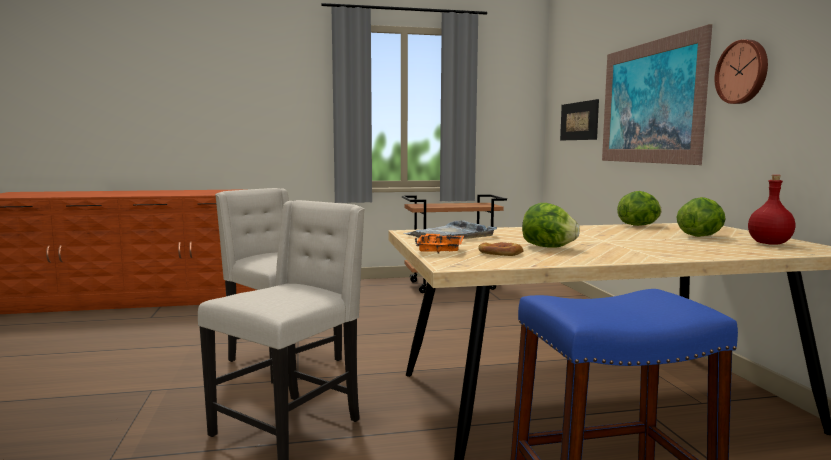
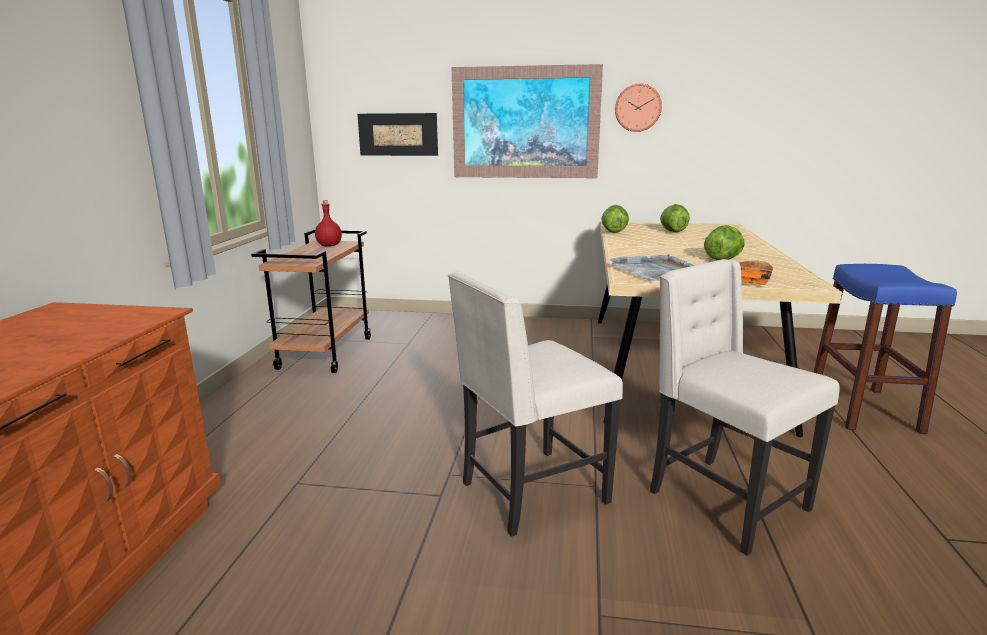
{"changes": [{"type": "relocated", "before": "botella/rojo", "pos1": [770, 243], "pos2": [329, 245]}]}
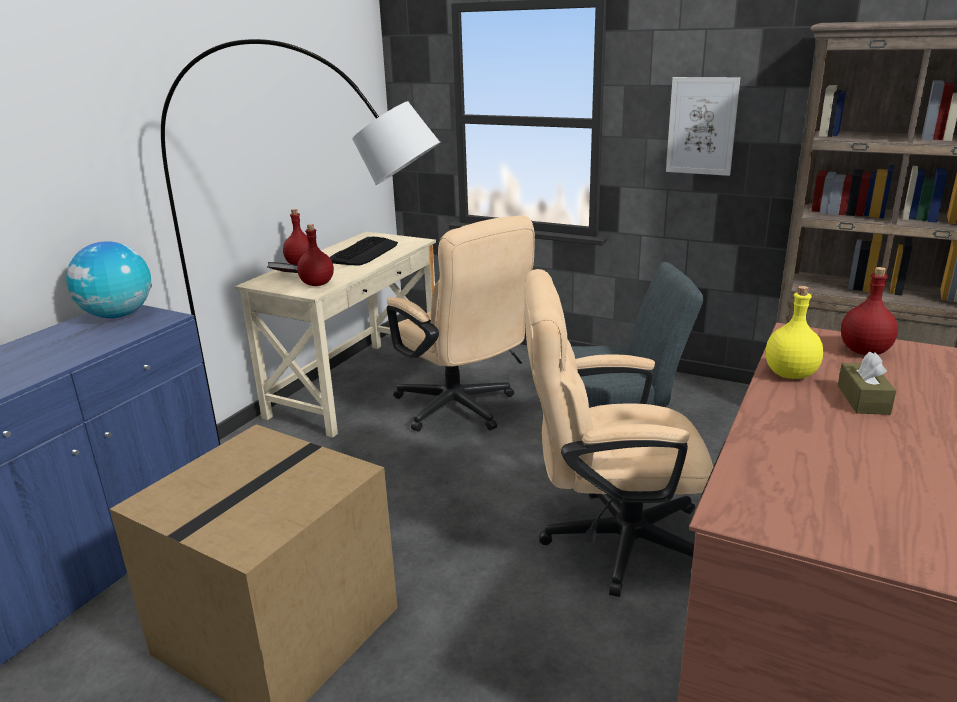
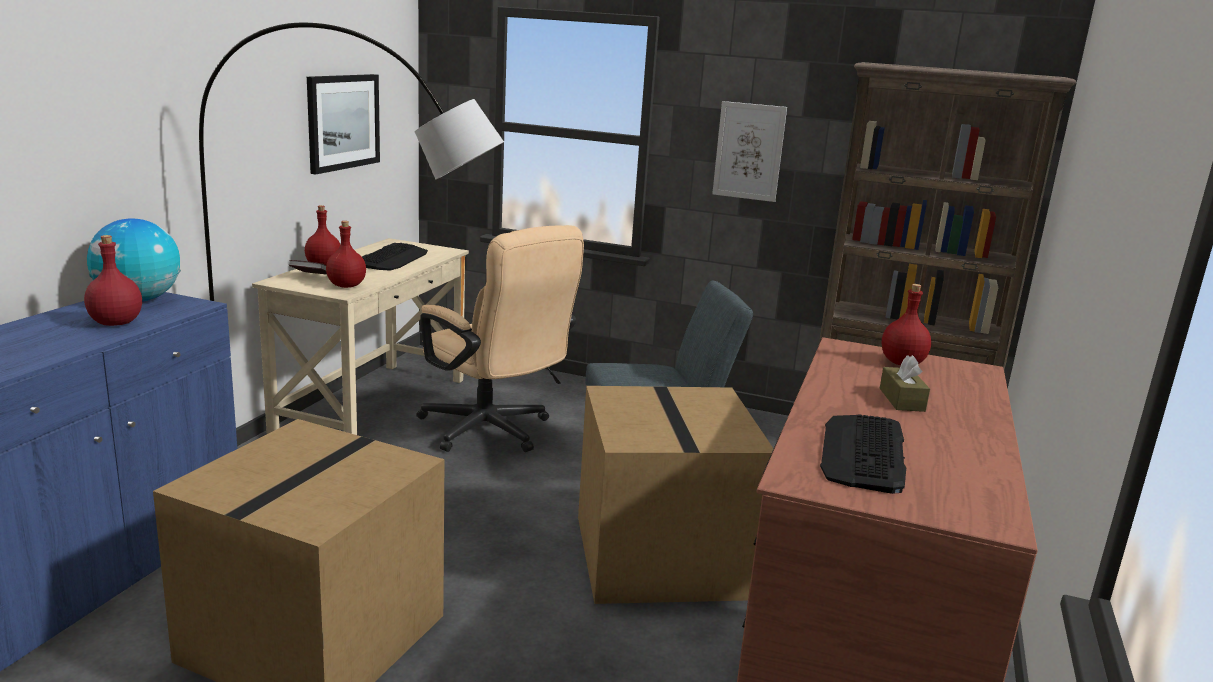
{"changes": [{"type": "exchanged", "before": "silla de oficina/beis", "after": "caja de cartón", "pos1": [610, 541], "pos2": [658, 555]}, {"type": "missing", "before": "botella/amarillo", "pos1": [789, 374]}, {"type": "appeared", "after": "botella/rojo", "pos2": [116, 322]}, {"type": "appeared", "after": "cuadro", "pos2": [343, 122]}, {"type": "appeared", "after": "teclado", "pos2": [863, 453]}]}
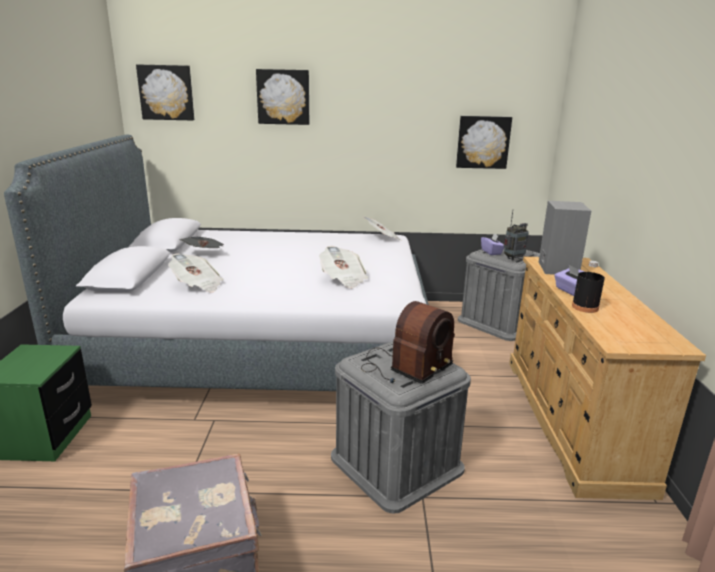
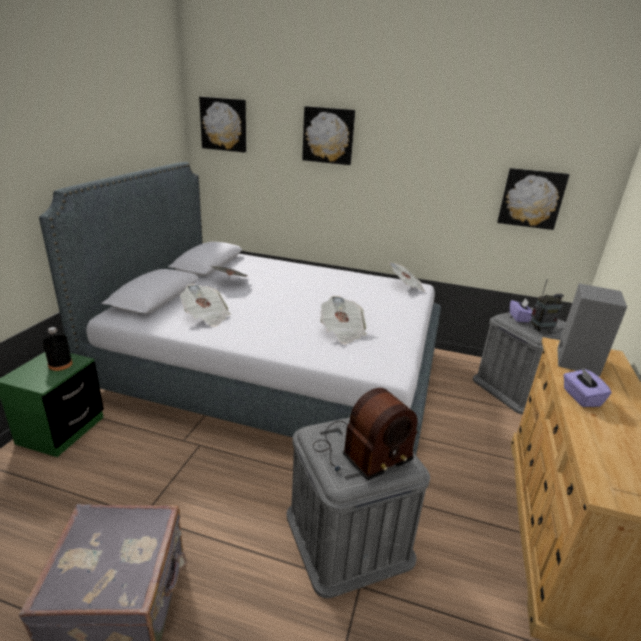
{"changes": [{"type": "relocated", "before": "botella/negro", "pos1": [585, 307], "pos2": [60, 364]}]}
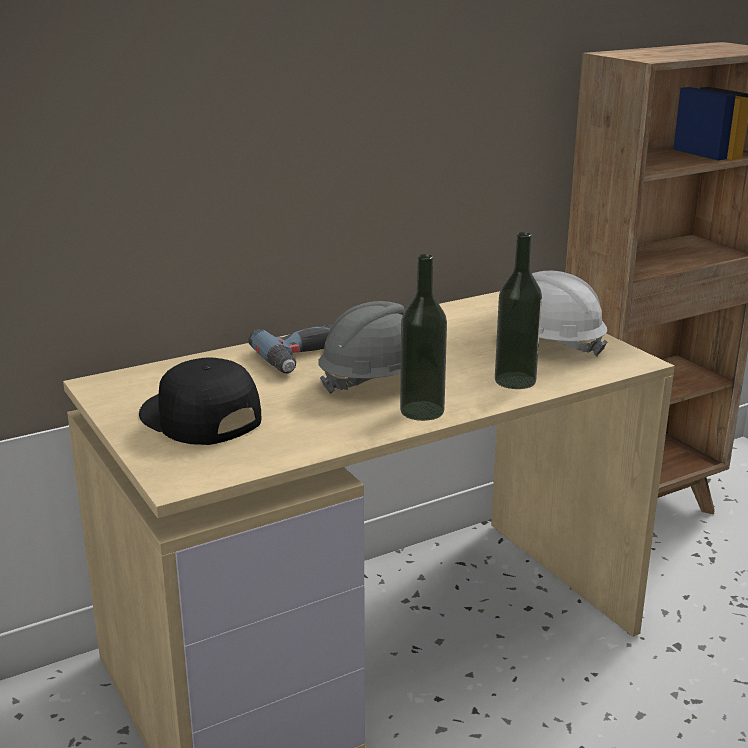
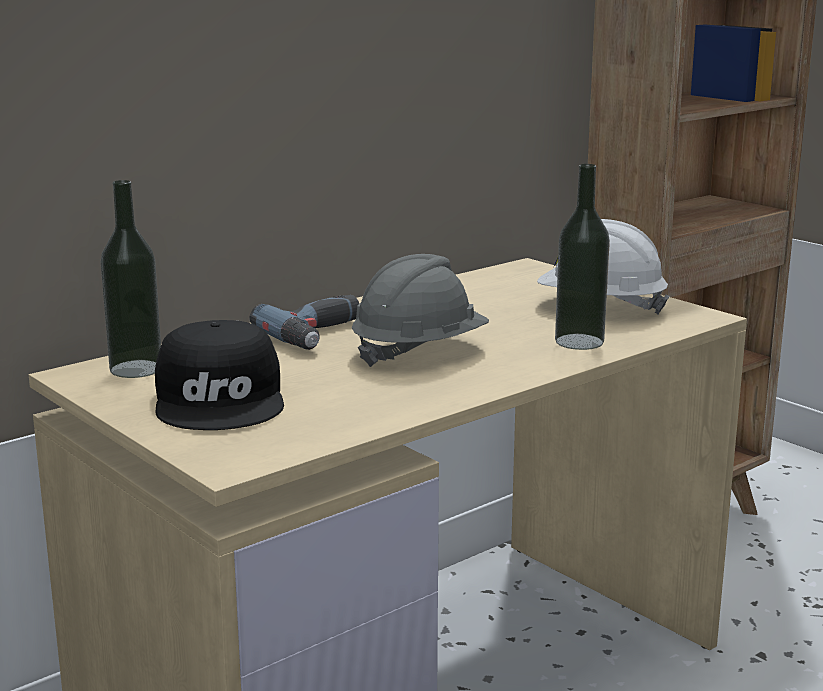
{"changes": [{"type": "spun", "before": "gorra/negro", "pos1": [199, 417], "pos2": [222, 399], "turn": -135}, {"type": "relocated", "before": "botella", "pos1": [422, 411], "pos2": [136, 369]}]}
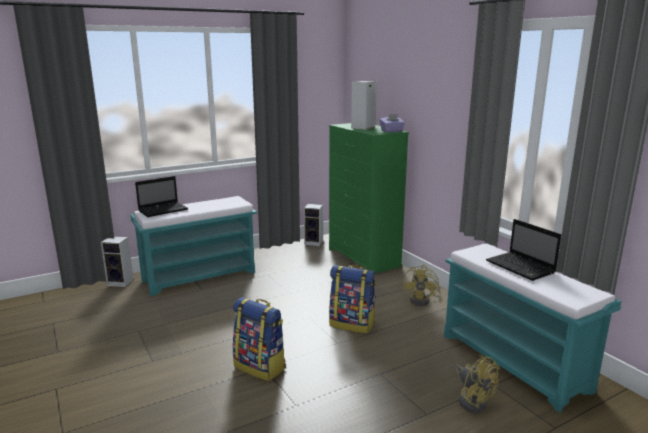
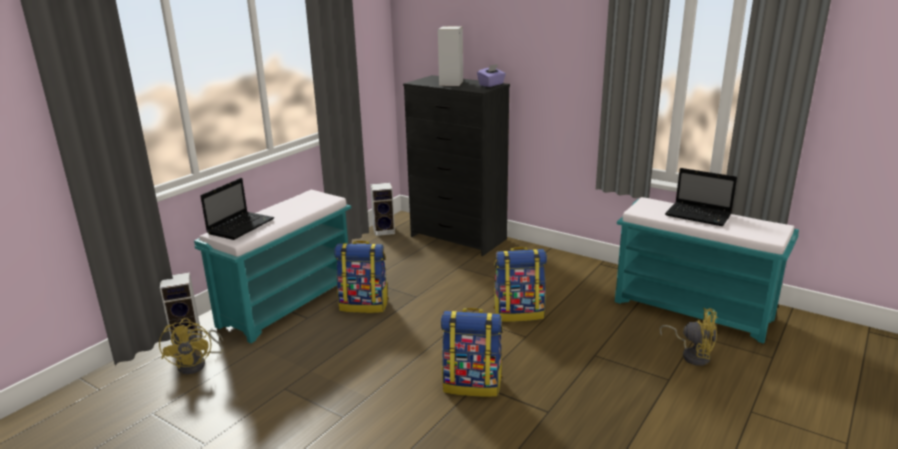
{"changes": [{"type": "colour", "before": "cómoda/verde", "after": "cómoda/negro", "pos1": [364, 258], "pos2": [459, 238]}, {"type": "relocated", "before": "ventilador/amarillo", "pos1": [423, 301], "pos2": [197, 364]}, {"type": "appeared", "after": "mochila", "pos2": [364, 305]}]}
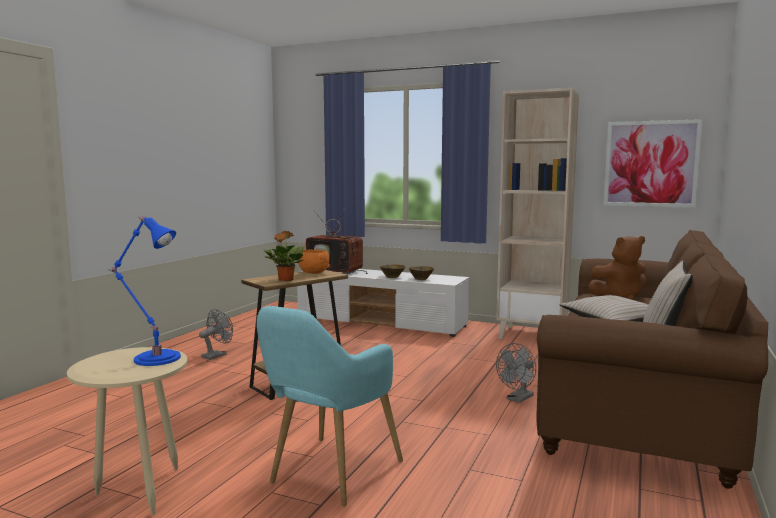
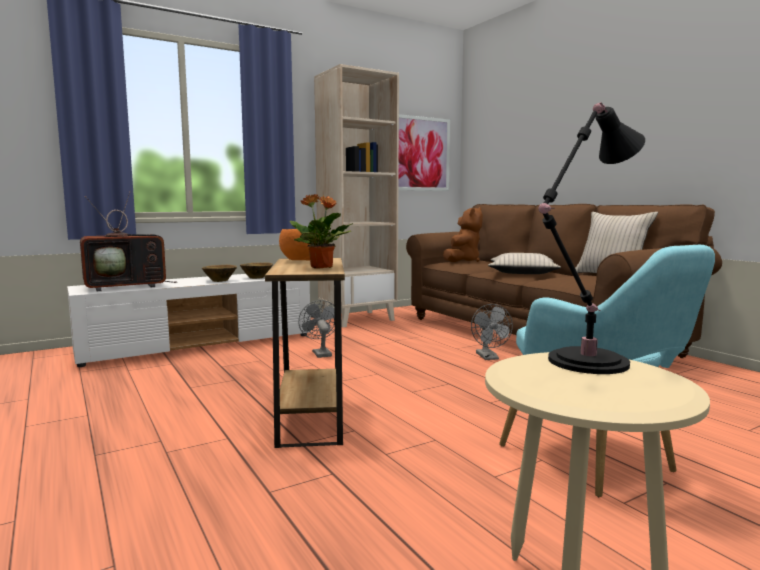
{"changes": [{"type": "colour", "before": "lámpara de mesa/azul", "after": "lámpara de mesa/negro", "pos1": [154, 358], "pos2": [583, 363]}, {"type": "relocated", "before": "ventilador/gris", "pos1": [217, 355], "pos2": [320, 353]}]}
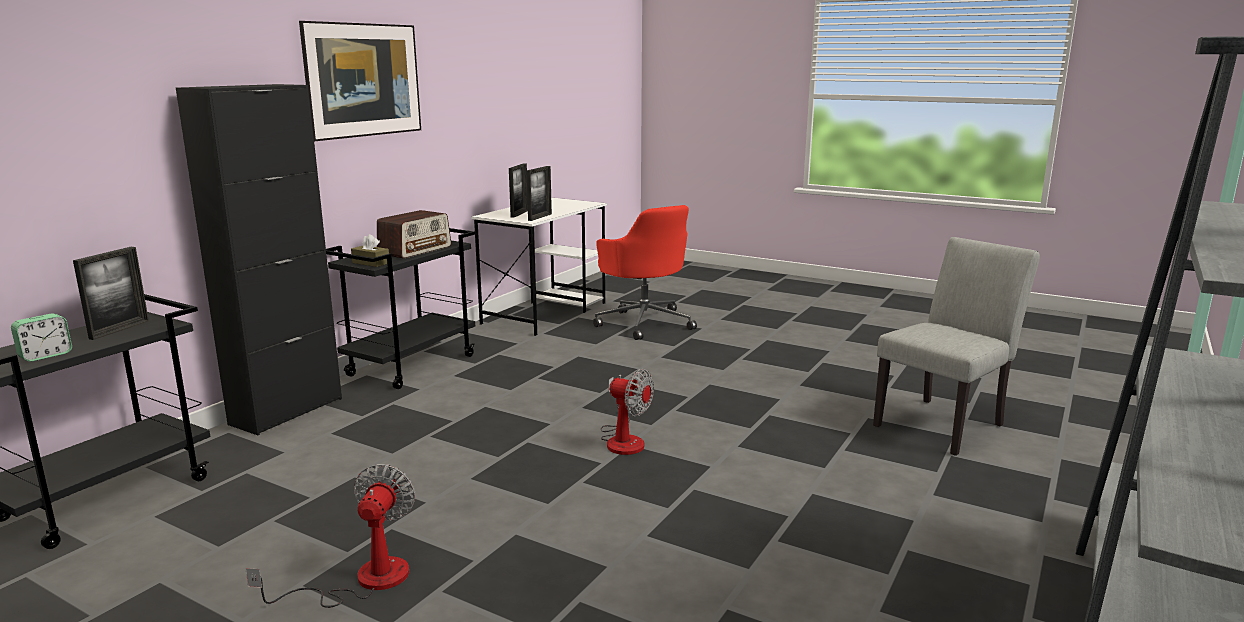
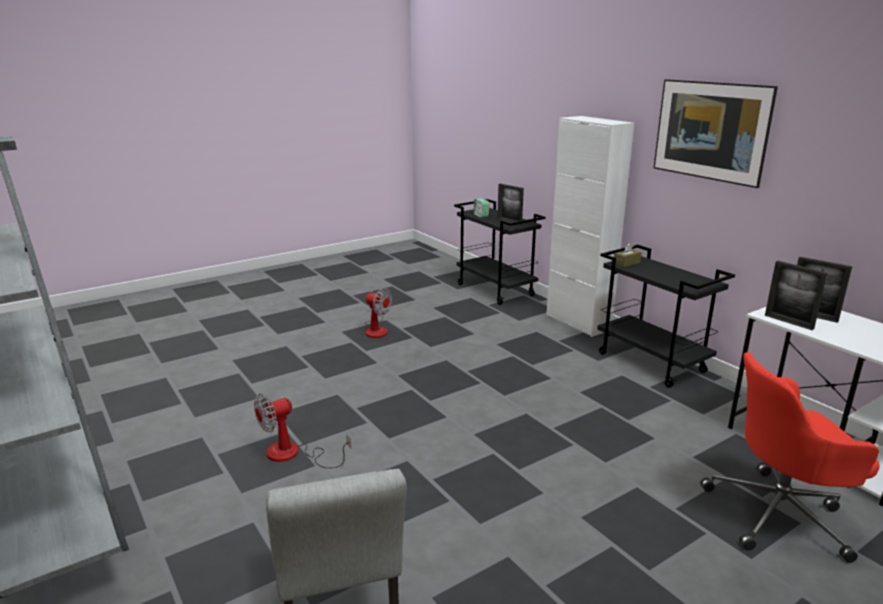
{"changes": [{"type": "colour", "before": "armario/negro", "after": "armario/blanco", "pos1": [286, 411], "pos2": [578, 322]}, {"type": "missing", "before": "radio", "pos1": [415, 250]}, {"type": "relocated", "before": "ventilador", "pos1": [623, 439], "pos2": [293, 454]}]}
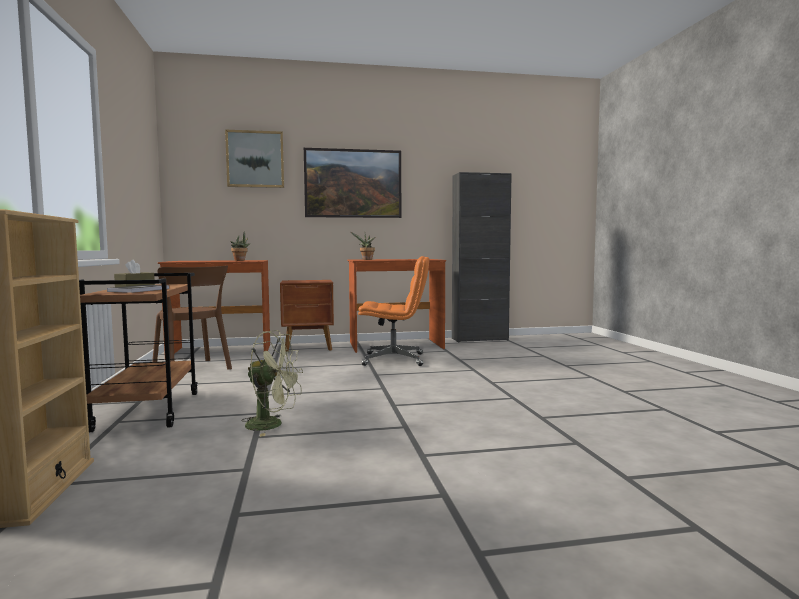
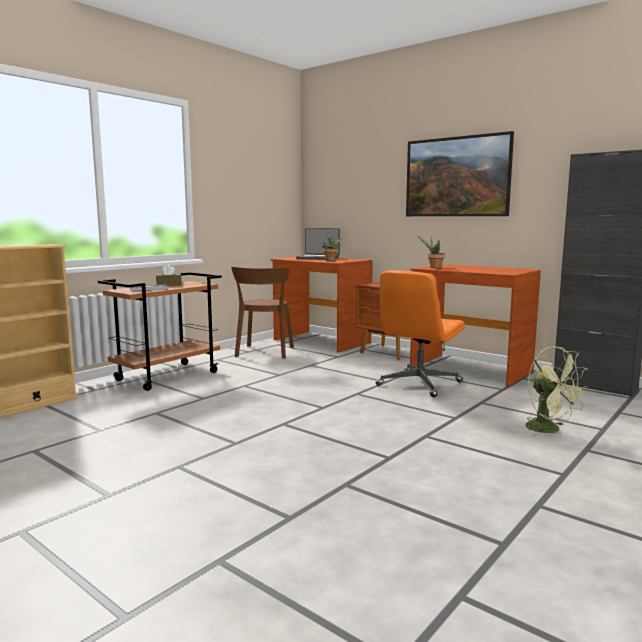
{"changes": [{"type": "missing", "before": "cuadro", "pos1": [255, 159]}, {"type": "relocated", "before": "ventilador/verde", "pos1": [272, 425], "pos2": [549, 430]}, {"type": "spun", "before": "silla de oficina/naranja", "pos1": [394, 359], "pos2": [419, 384], "turn": 75}, {"type": "appeared", "after": "portátil", "pos2": [318, 258]}]}
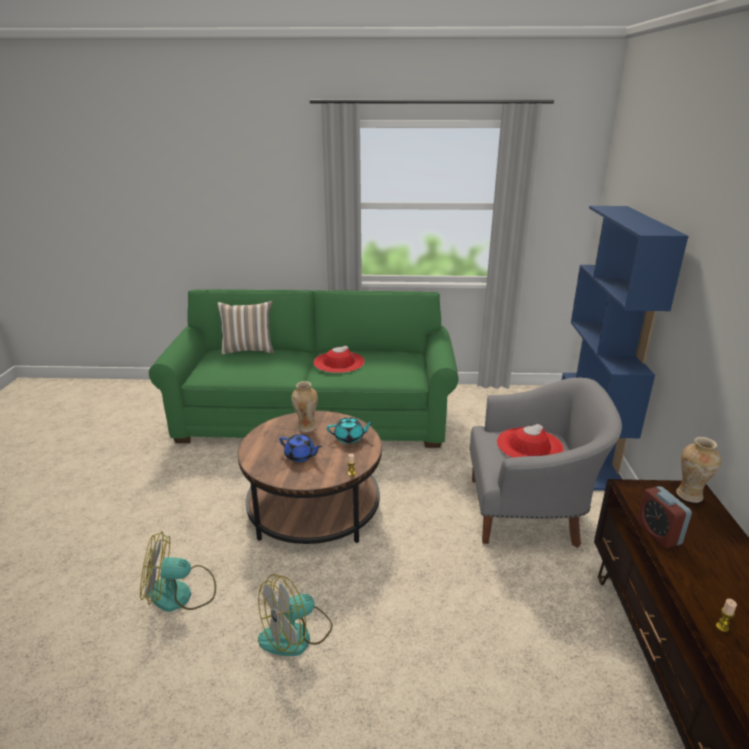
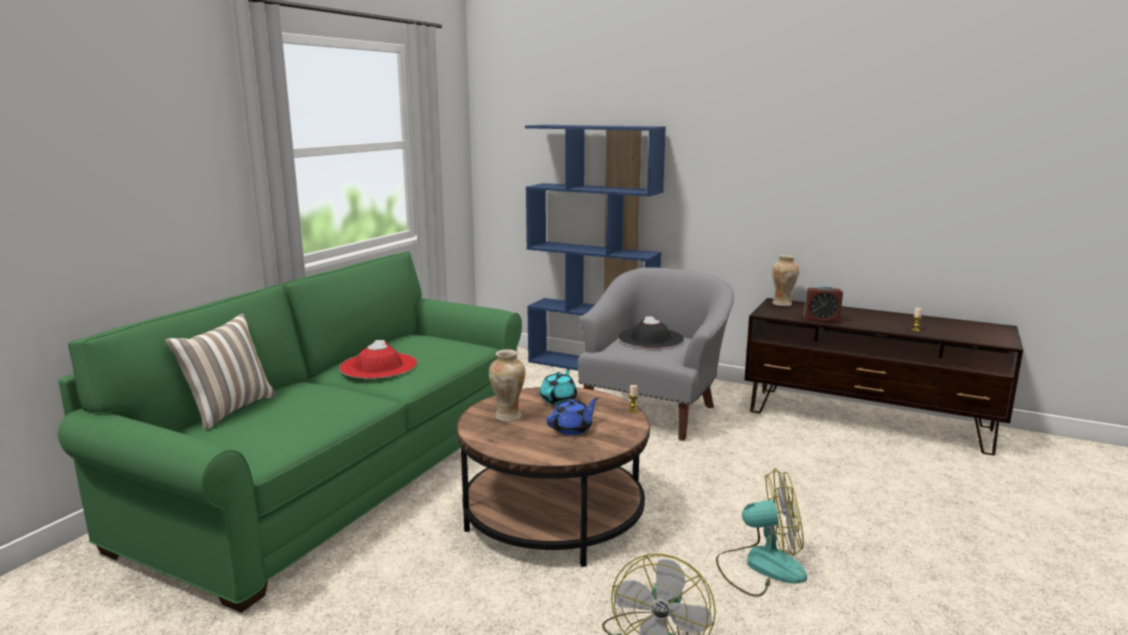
{"changes": [{"type": "spun", "before": "ventilador", "pos1": [296, 634], "pos2": [760, 566], "turn": -75}, {"type": "colour", "before": "sombrero/rojo", "after": "sombrero/negro", "pos1": [529, 445], "pos2": [650, 338]}]}
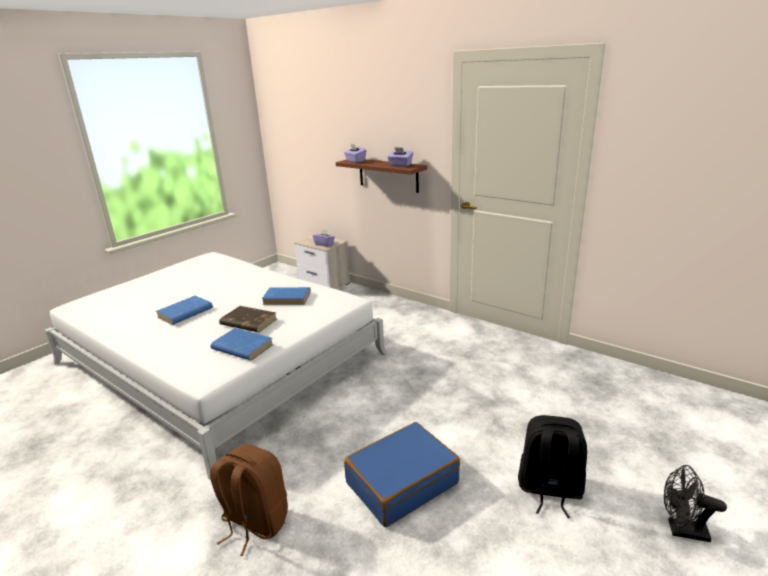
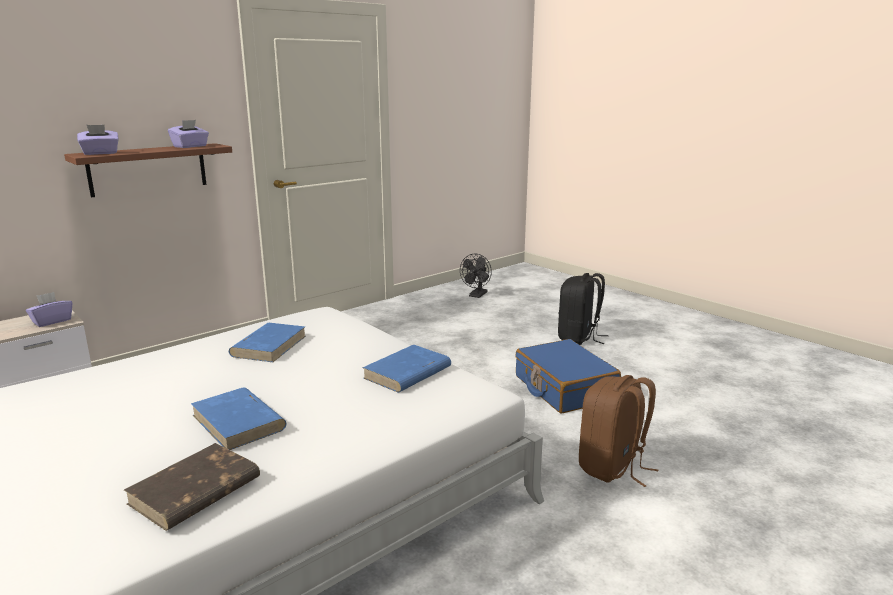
{"changes": [{"type": "relocated", "before": "libro/marrón", "pos1": [248, 322], "pos2": [194, 491]}, {"type": "relocated", "before": "ventilador/negro", "pos1": [681, 530], "pos2": [477, 295]}]}
